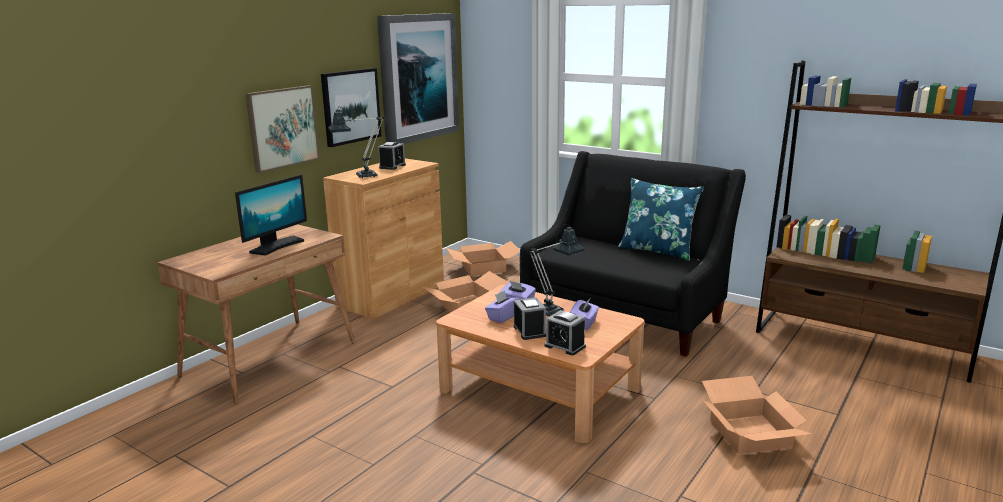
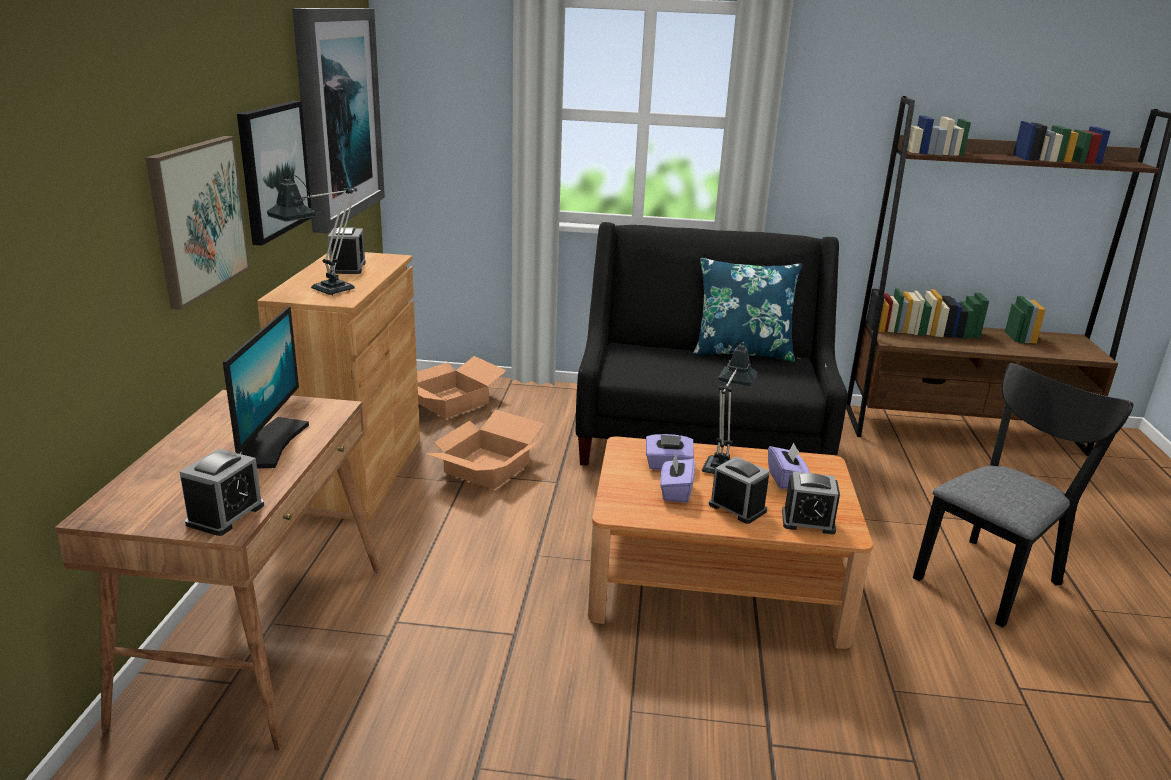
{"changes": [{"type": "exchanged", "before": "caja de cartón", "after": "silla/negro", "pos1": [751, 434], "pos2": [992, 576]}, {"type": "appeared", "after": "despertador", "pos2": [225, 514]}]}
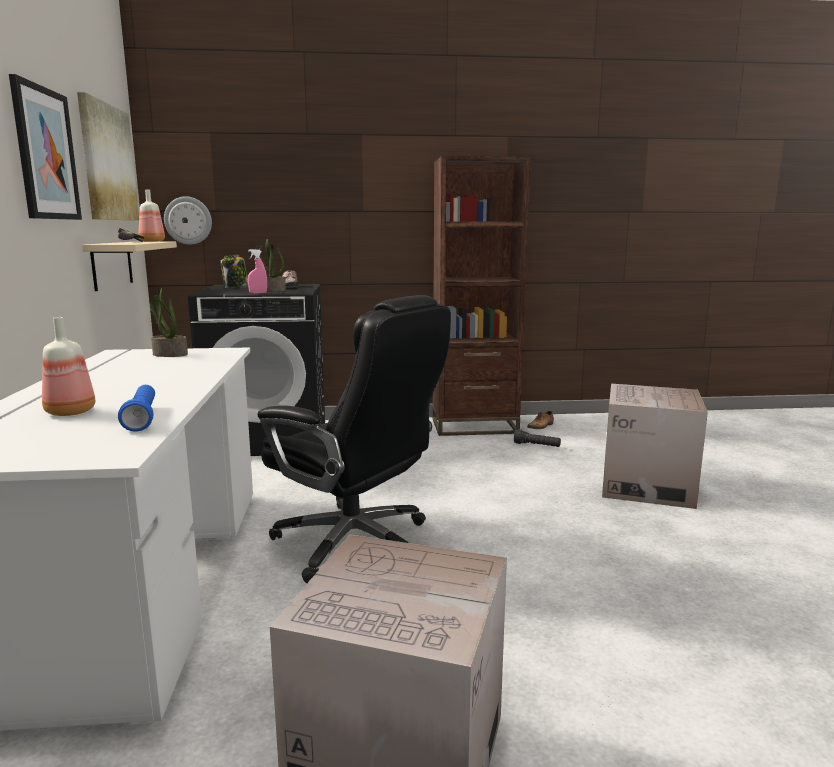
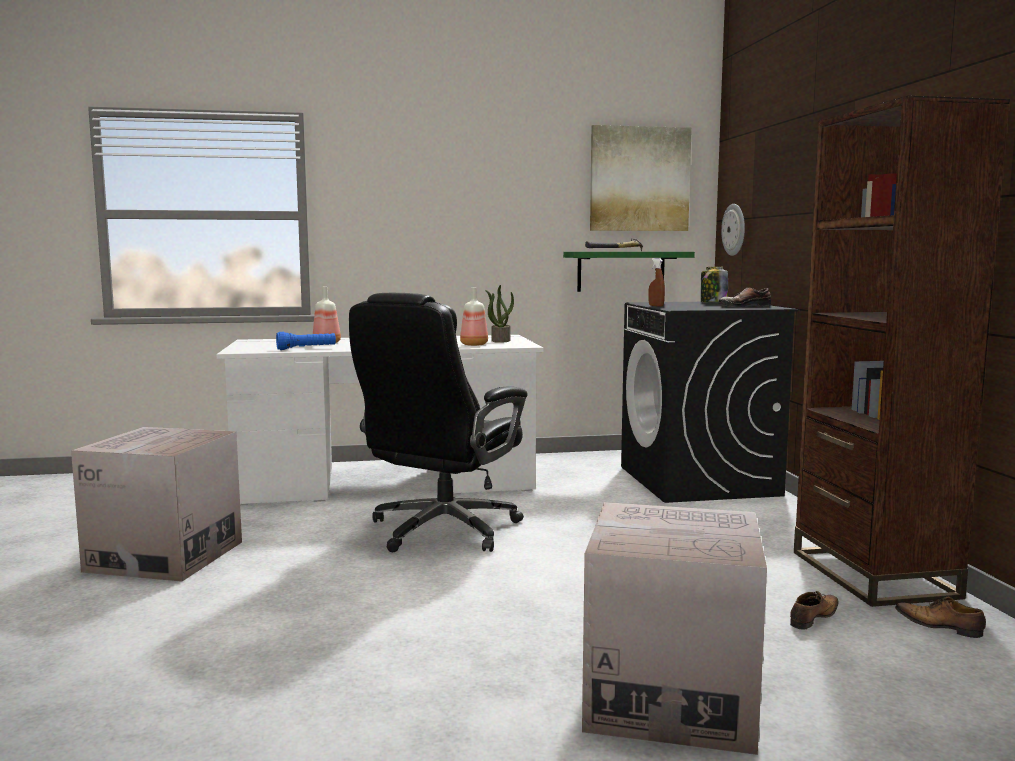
{"changes": [{"type": "missing", "before": "cuadro", "pos1": [45, 154]}, {"type": "colour", "before": "estante/beis", "after": "estante/verde", "pos1": [112, 264], "pos2": [621, 271]}, {"type": "relocated", "before": "botella", "pos1": [152, 241], "pos2": [473, 345]}, {"type": "colour", "before": "pulverizador/rosa", "after": "pulverizador/marrón", "pos1": [258, 293], "pos2": [656, 306]}, {"type": "missing", "before": "planta en maceta", "pos1": [271, 291]}, {"type": "exchanged", "before": "linterna/negro", "after": "zapato", "pos1": [537, 446], "pos2": [813, 618]}]}
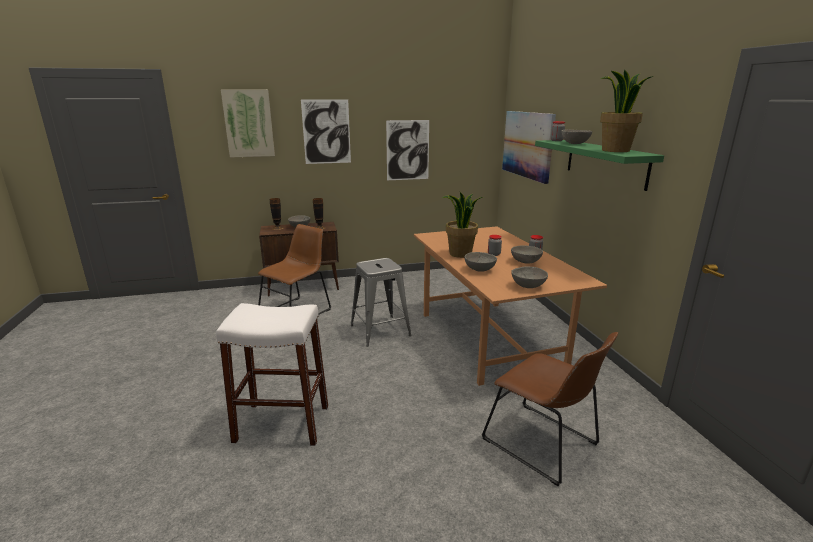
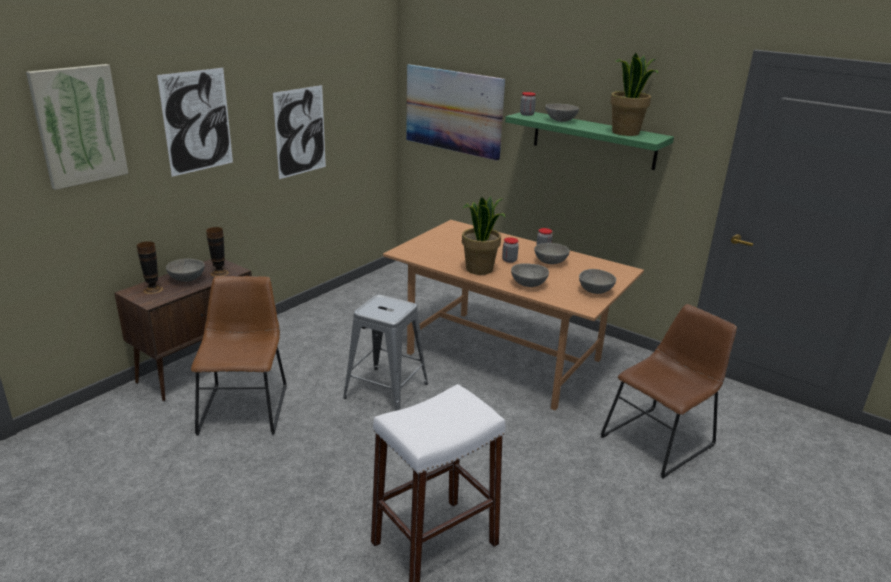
{"changes": [{"type": "spun", "before": "silla/marrón", "pos1": [544, 444], "pos2": [660, 439], "turn": -45}]}
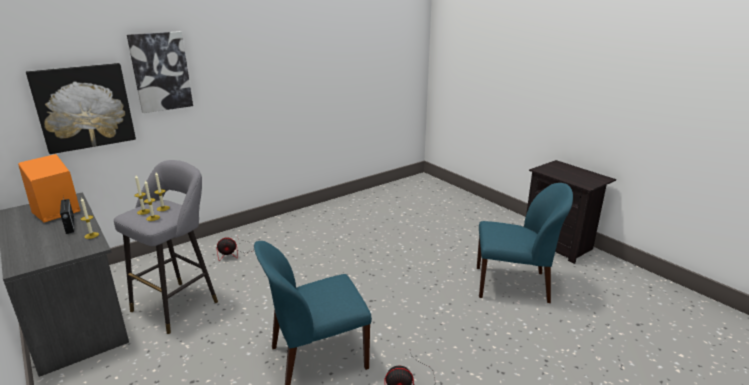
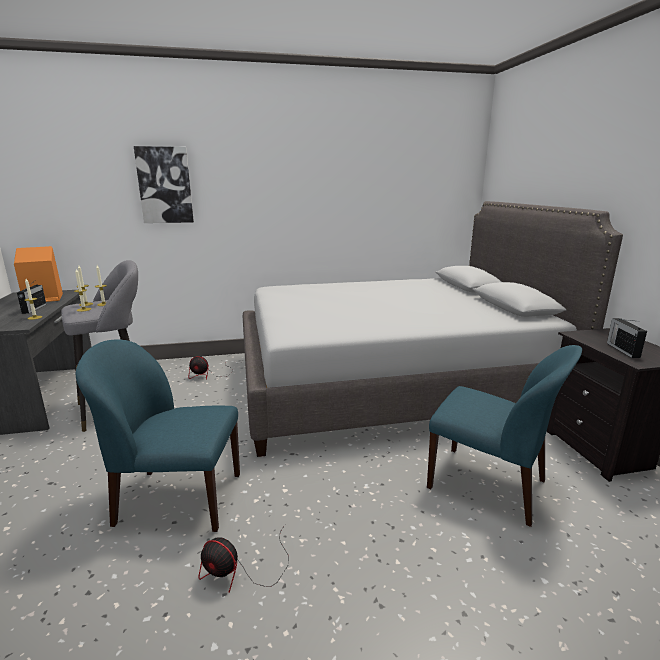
{"changes": [{"type": "missing", "before": "cuadro", "pos1": [84, 107]}, {"type": "appeared", "after": "cama/gris", "pos2": [390, 384]}, {"type": "appeared", "after": "radio", "pos2": [622, 349]}]}
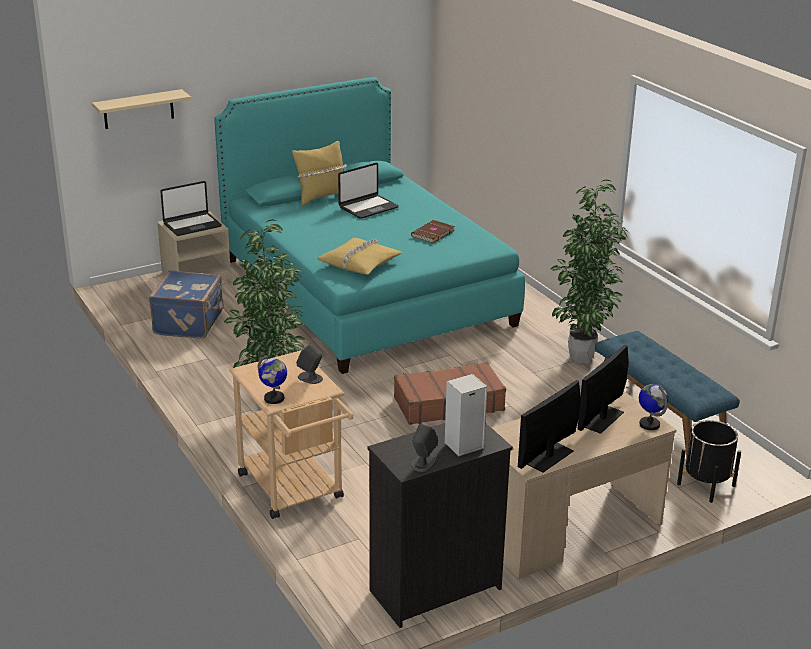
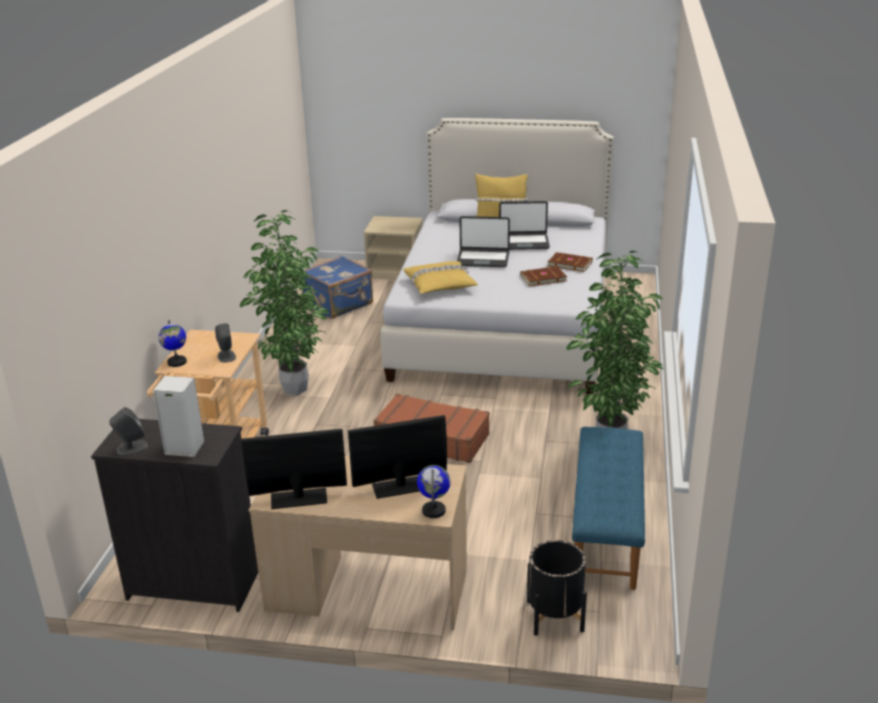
{"changes": [{"type": "missing", "before": "estante/beis", "pos1": [138, 109]}, {"type": "relocated", "before": "portátil", "pos1": [192, 225], "pos2": [483, 259]}, {"type": "colour", "before": "cama/turquesa", "after": "cama/blanco", "pos1": [364, 291], "pos2": [503, 322]}, {"type": "appeared", "after": "libro/marrón", "pos2": [569, 263]}]}
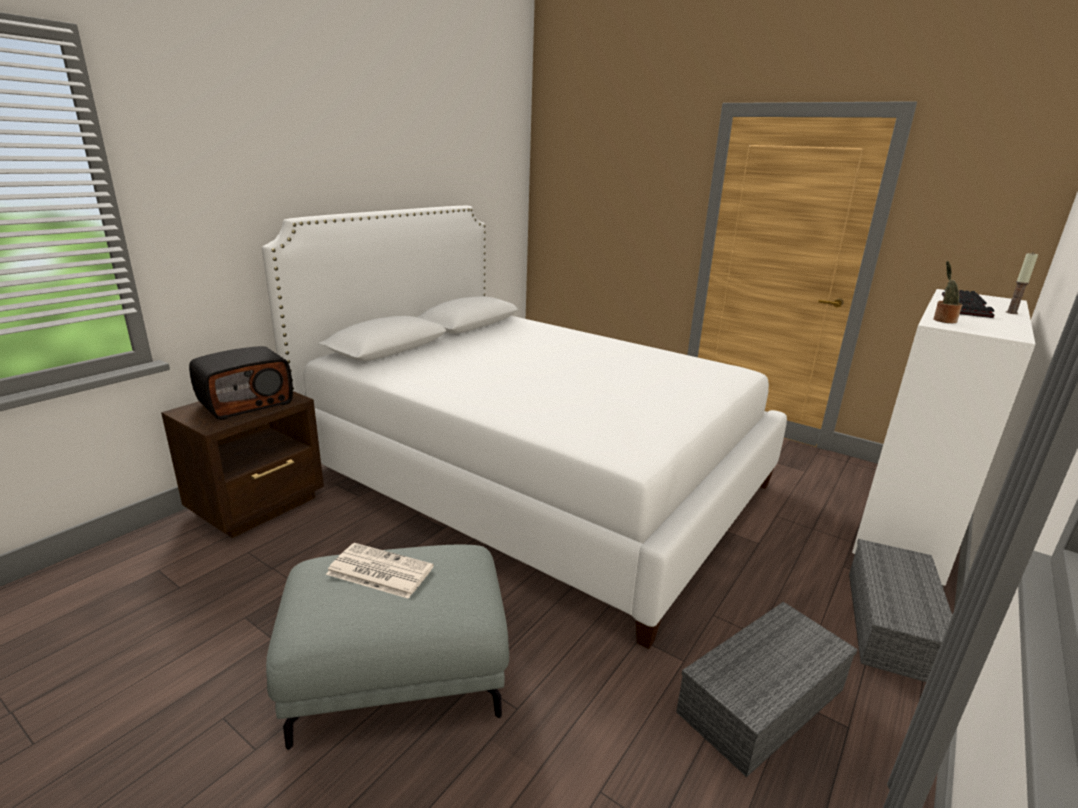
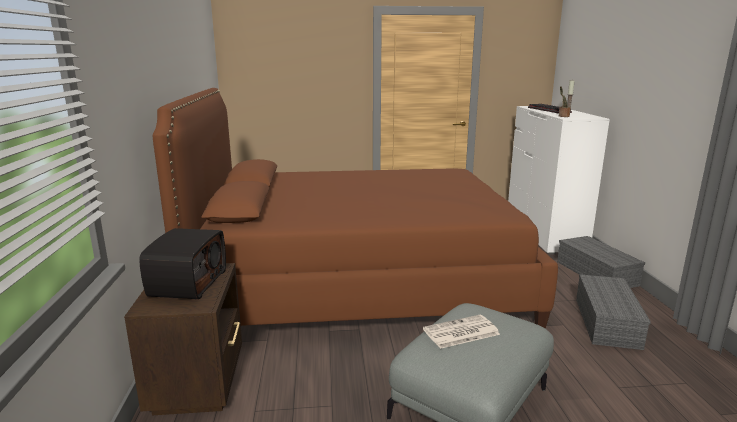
{"changes": [{"type": "colour", "before": "cama/blanco", "after": "cama/marrón", "pos1": [533, 477], "pos2": [359, 281]}]}
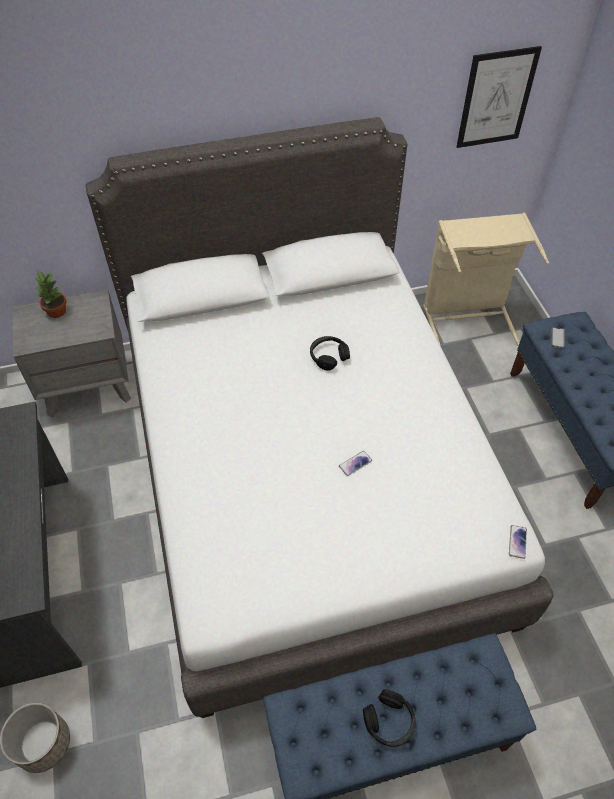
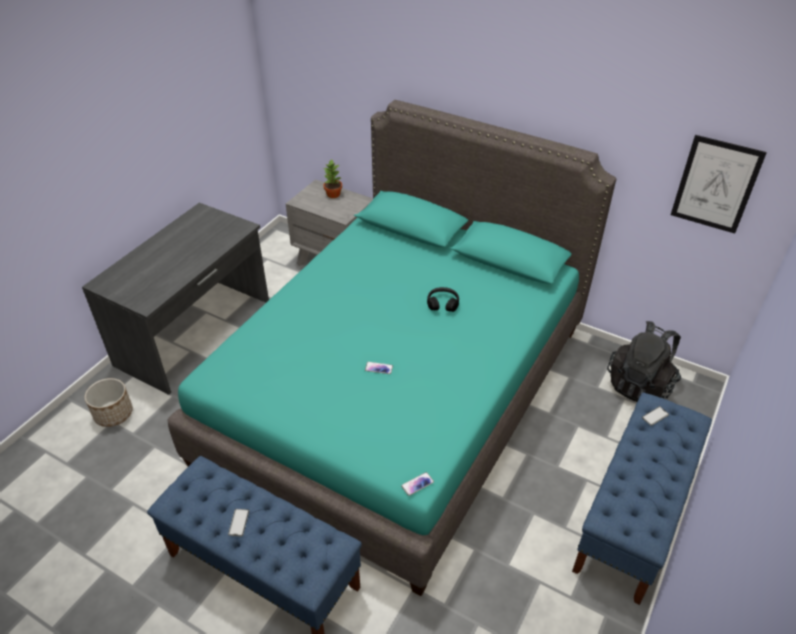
{"changes": [{"type": "colour", "before": "cama/blanco", "after": "cama/turquesa", "pos1": [305, 473], "pos2": [398, 394]}, {"type": "exchanged", "before": "auriculares/negro", "after": "móvil", "pos1": [389, 722], "pos2": [238, 522]}, {"type": "exchanged", "before": "cesto de la ropa/beis", "after": "mochila/negro", "pos1": [467, 318], "pos2": [640, 384]}]}
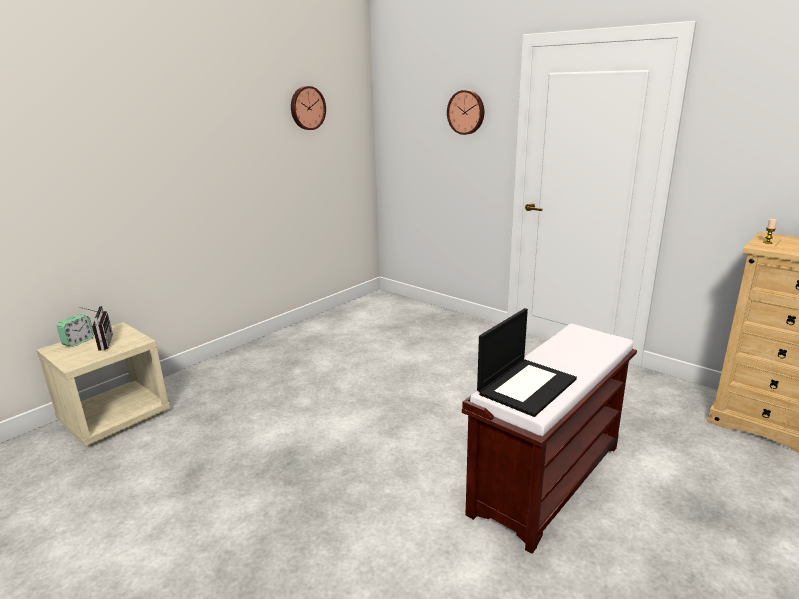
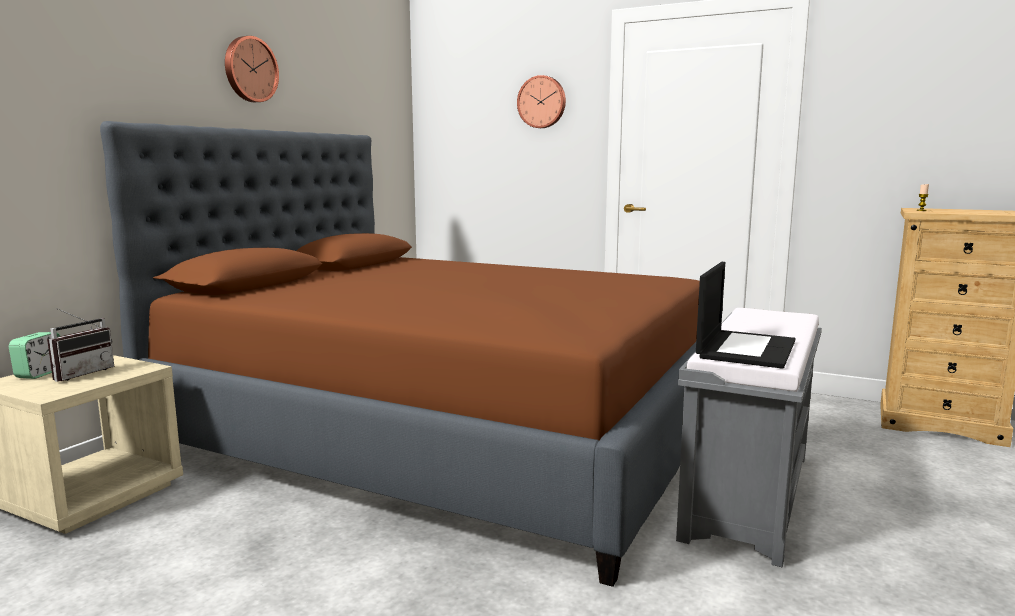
{"changes": [{"type": "spun", "before": "radio", "pos1": [100, 344], "pos2": [81, 373], "turn": 60}, {"type": "relocated", "before": "reloj de pared", "pos1": [307, 108], "pos2": [249, 69]}, {"type": "colour", "before": "banco/marrón", "after": "banco/gris", "pos1": [547, 477], "pos2": [747, 494]}, {"type": "appeared", "after": "cama/marrón", "pos2": [448, 434]}]}
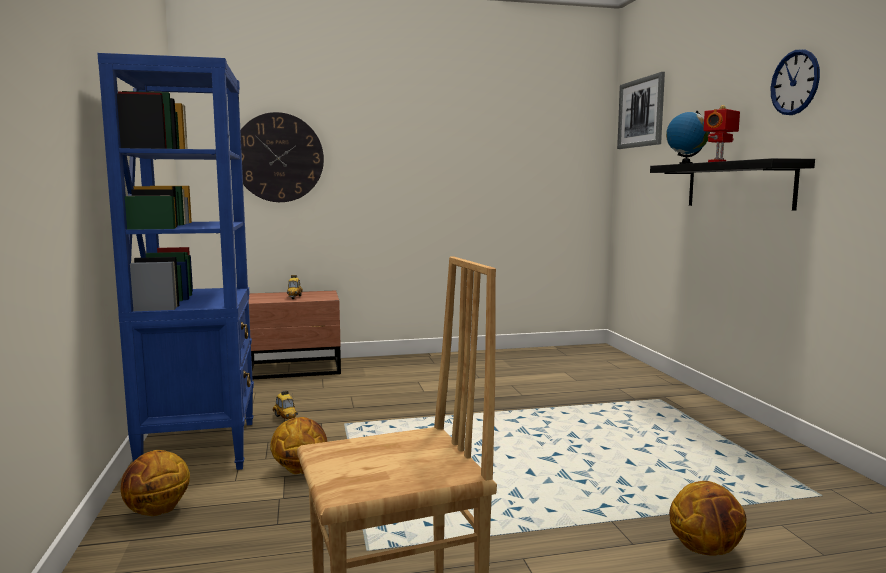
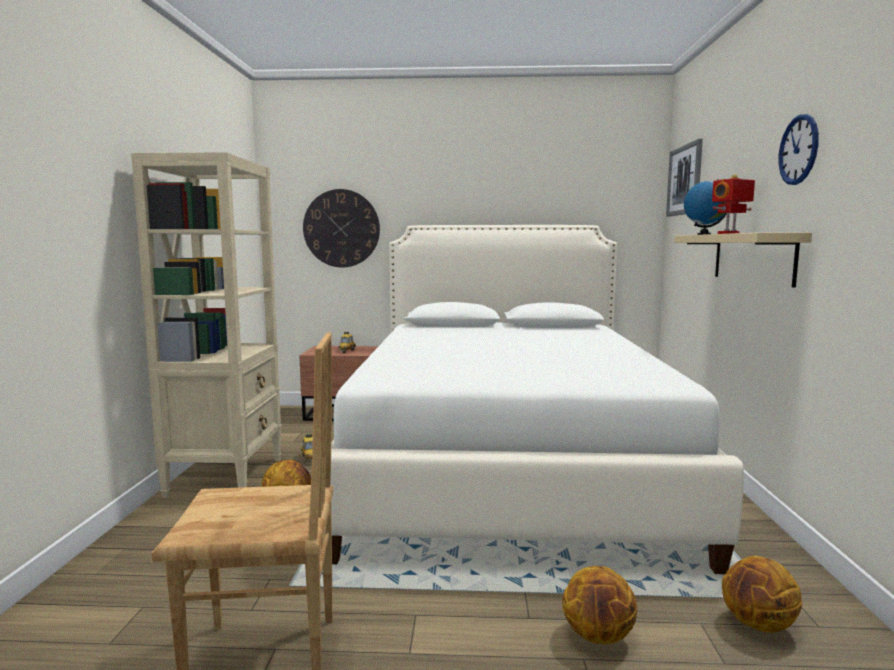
{"changes": [{"type": "colour", "before": "estantería/azul", "after": "estantería/beis", "pos1": [200, 447], "pos2": [226, 476]}, {"type": "relocated", "before": "balón de baloncesto", "pos1": [157, 512], "pos2": [758, 624]}, {"type": "colour", "before": "estante/negro", "after": "estante/beis", "pos1": [738, 185], "pos2": [752, 257]}, {"type": "appeared", "after": "cama/blanco", "pos2": [508, 463]}]}
